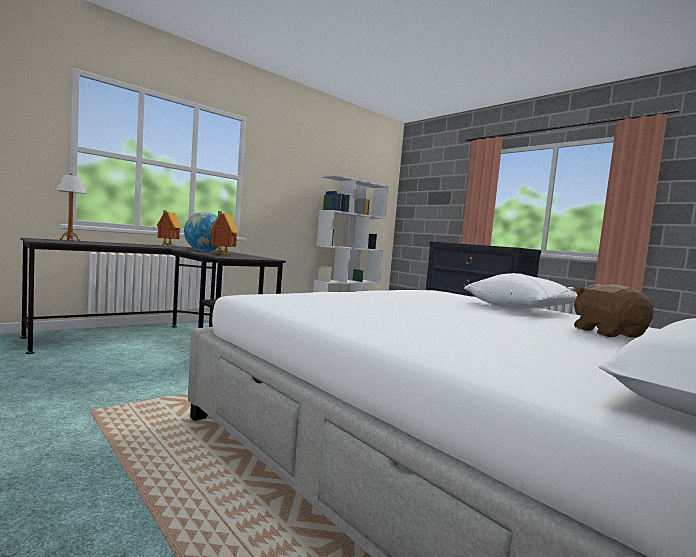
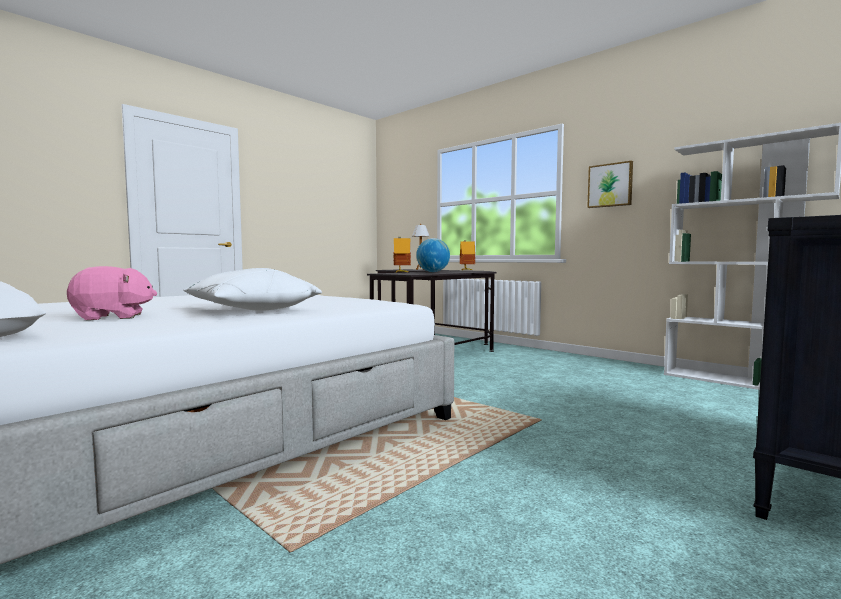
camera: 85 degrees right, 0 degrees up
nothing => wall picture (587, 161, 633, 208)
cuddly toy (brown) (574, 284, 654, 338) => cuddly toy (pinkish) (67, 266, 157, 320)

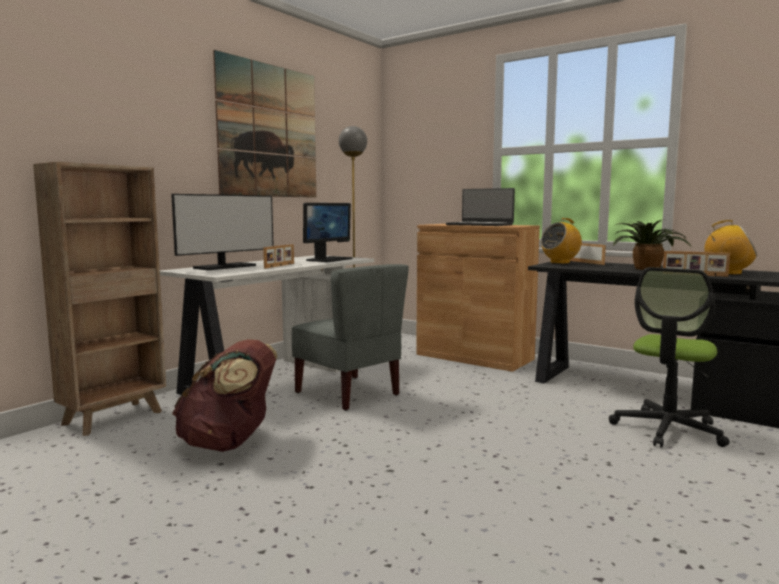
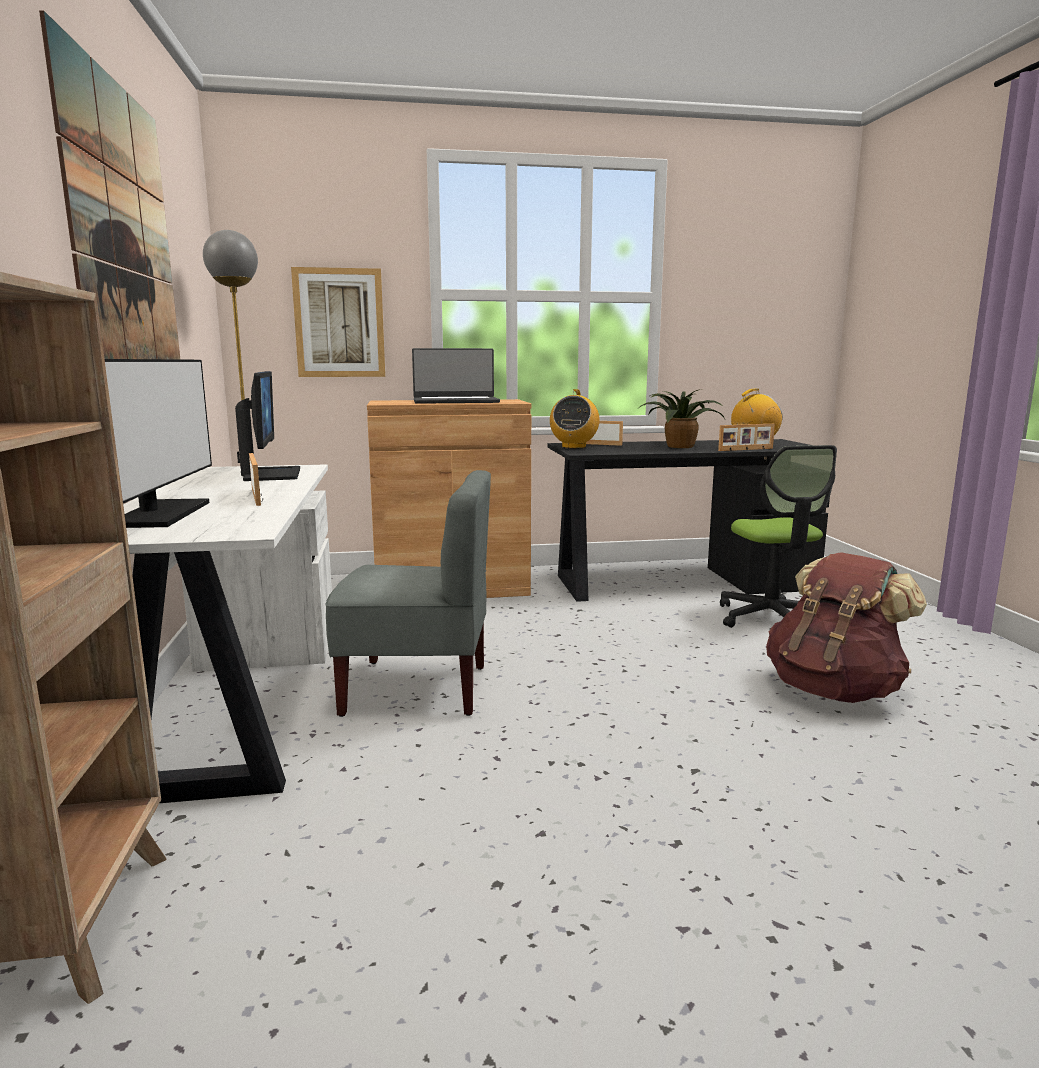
camera: 45 degrees left, 5 degrees up
nothing => wall picture (291, 267, 385, 377)
backpack (brown) (172, 339, 277, 452) => backpack (brown) (766, 552, 927, 703), moved

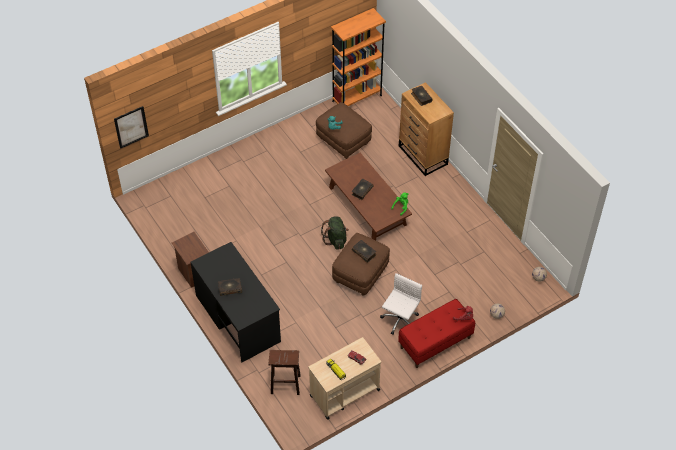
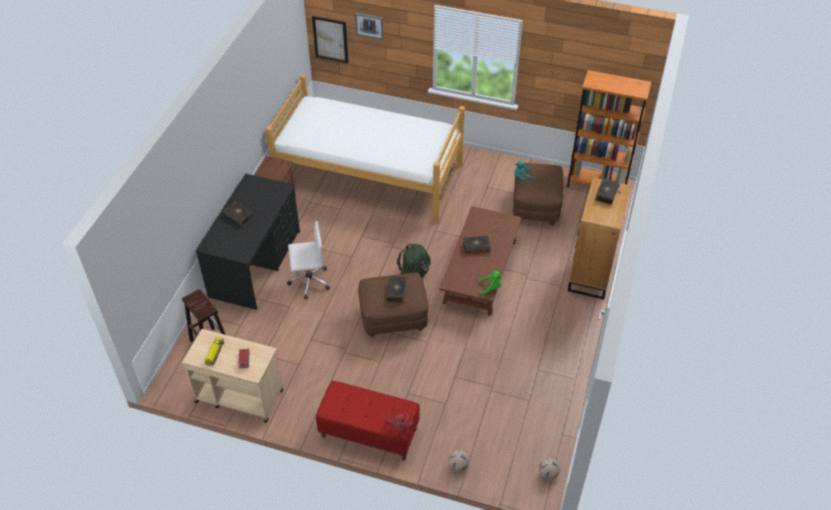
camera: 50 degrees right, 5 degrees down
nothing => sleeping bed (265, 75, 465, 223)
nothing => wall picture (355, 13, 384, 40)
computer chair (whitish) (380, 273, 422, 335) => computer chair (whitish) (287, 220, 330, 299), moved

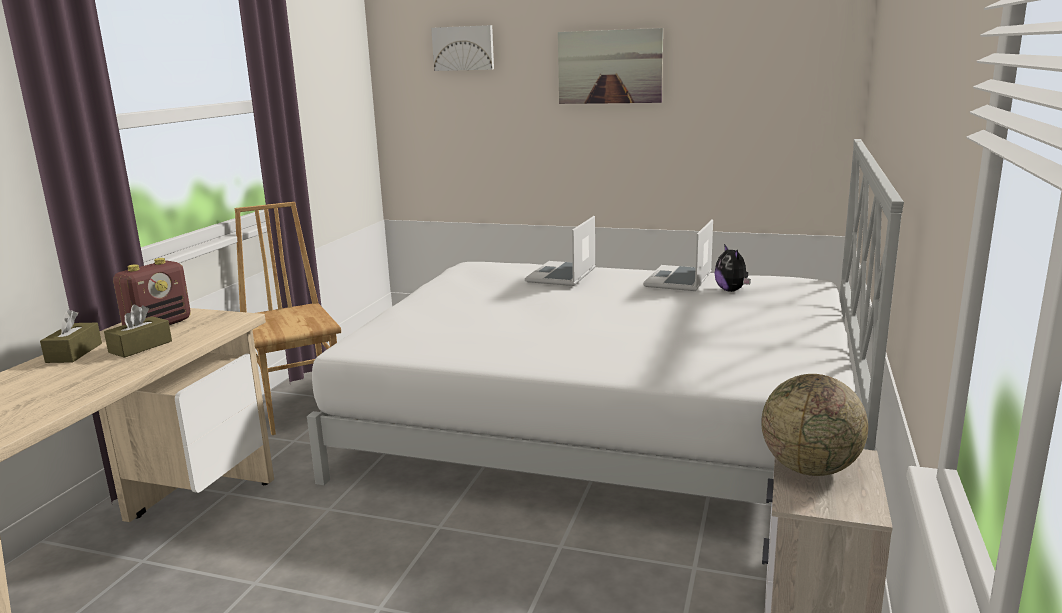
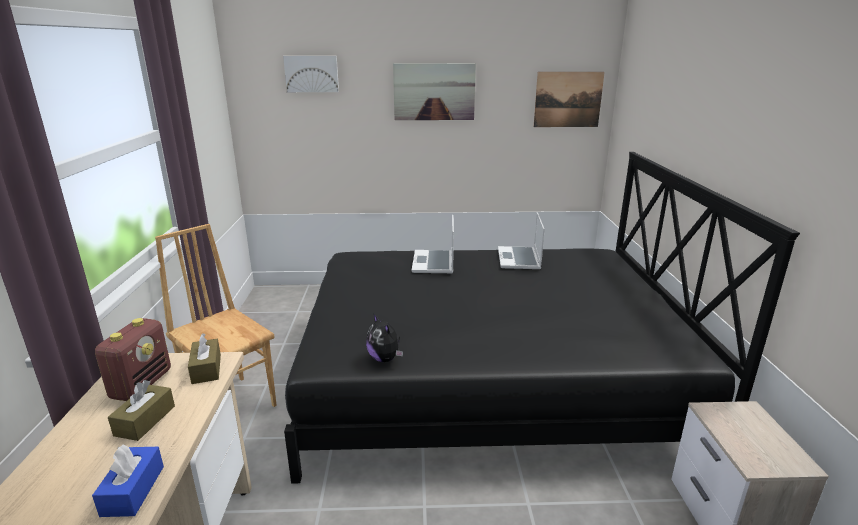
camera: 20 degrees left, 5 degrees up
desk globe (761, 374, 868, 476) => nothing
nothing => box of tissues (blue-coloured) (92, 444, 164, 517)
nothing => wall picture (534, 72, 605, 127)
box of tissues (brown) (40, 310, 102, 363) => box of tissues (brown) (188, 333, 221, 384), moved
cuddly toy (714, 244, 751, 292) => cuddly toy (366, 314, 403, 362), moved
sleeping bed (whitish) (307, 139, 904, 505) => sleeping bed (blackish) (284, 152, 800, 484)

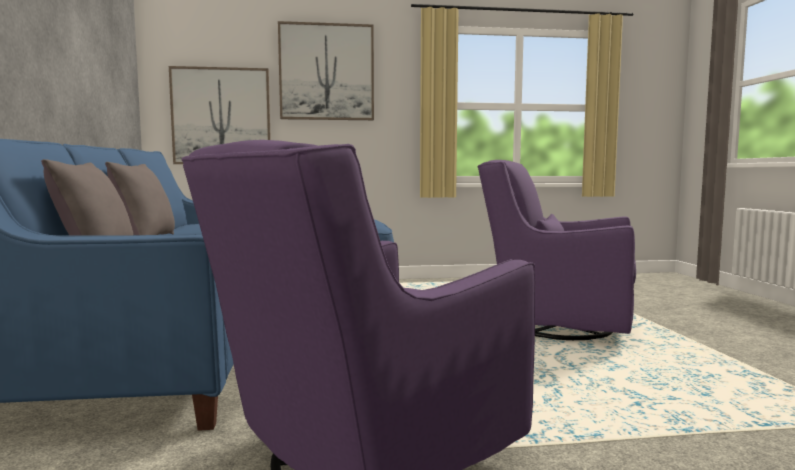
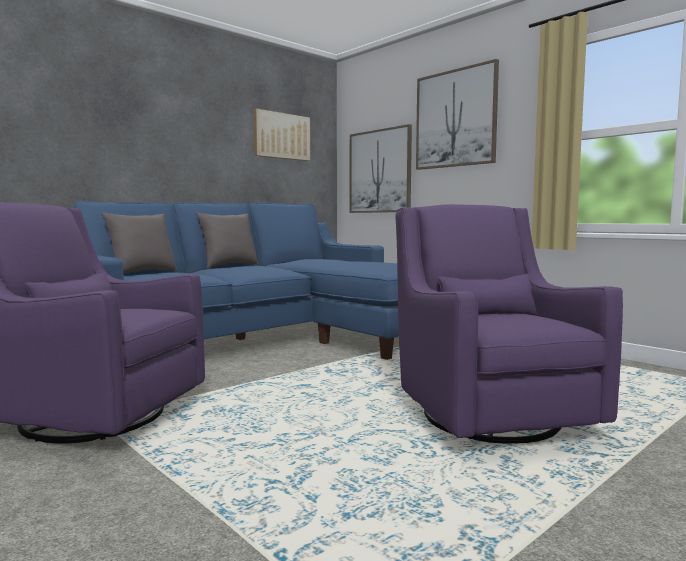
camera: 55 degrees right, 0 degrees up
nothing => wall picture (254, 109, 310, 161)

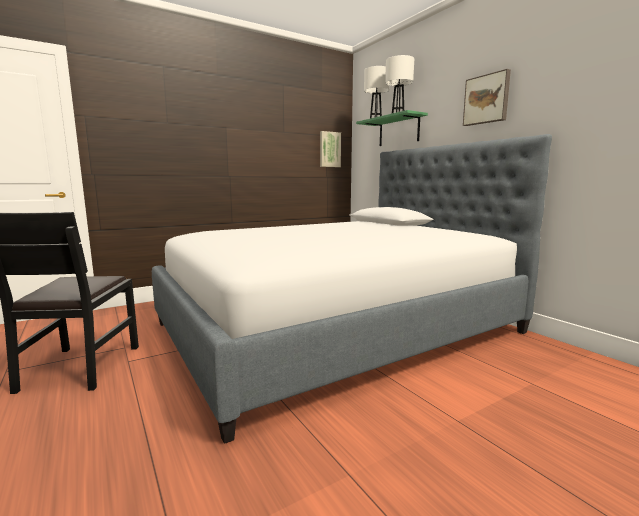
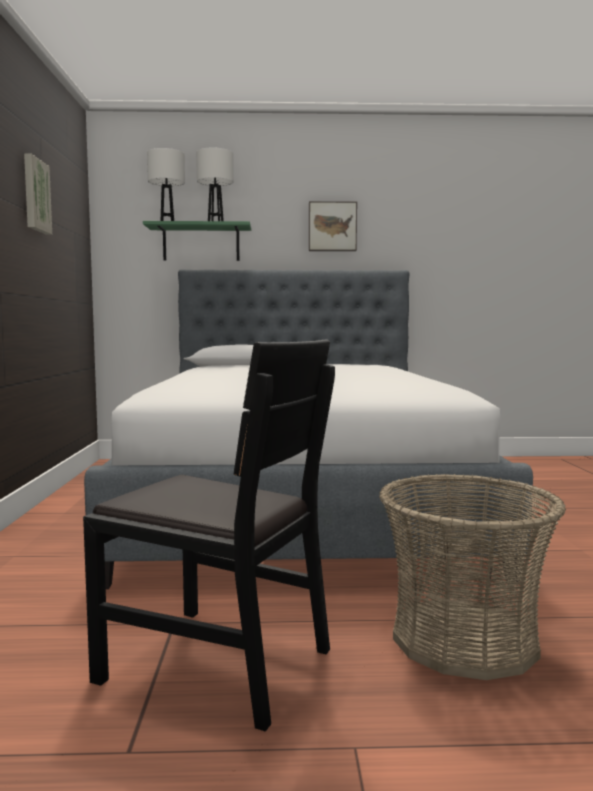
camera: 60 degrees left, 5 degrees down
nothing => basket (379, 474, 566, 680)
wall picture (320, 131, 341, 167) => wall picture (24, 153, 52, 234), moved

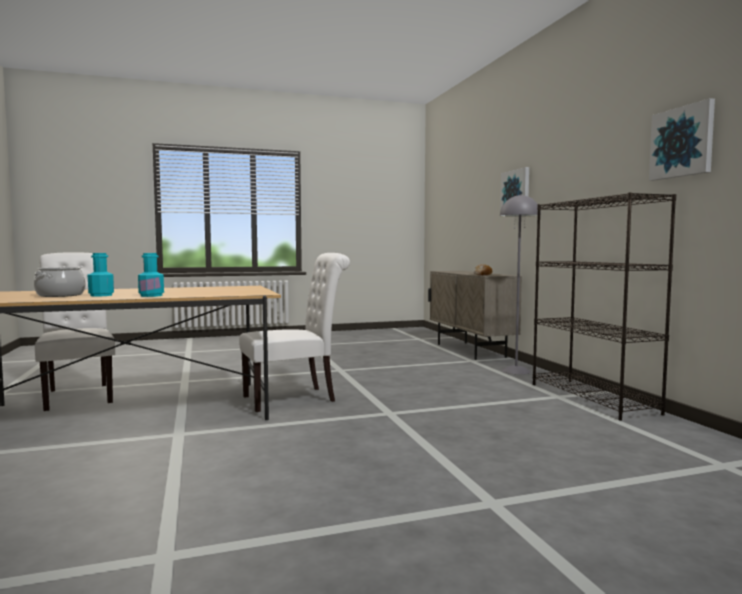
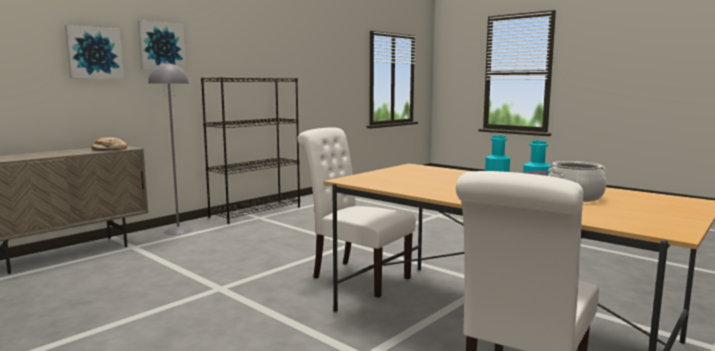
camera: 120 degrees left, 5 degrees up
wall picture (649, 98, 715, 181) => wall picture (138, 20, 186, 70), moved

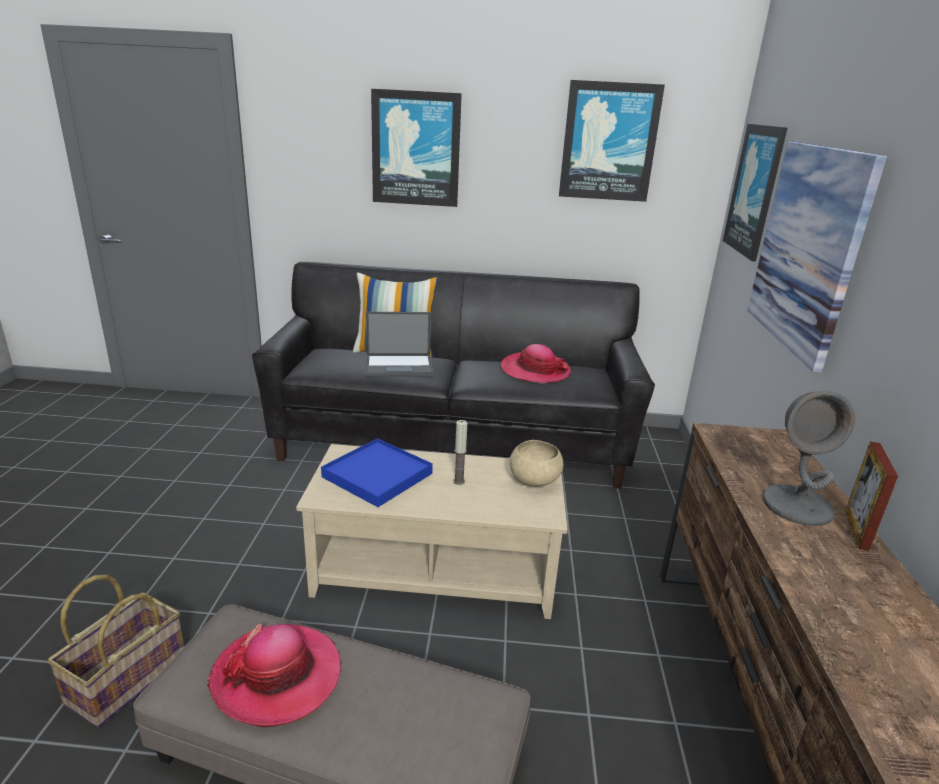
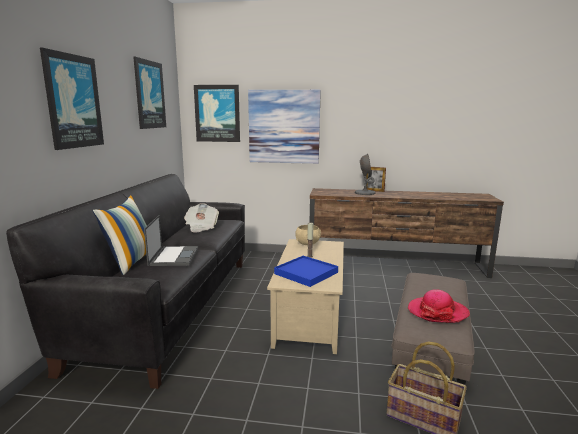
camera: 85 degrees left, 10 degrees down
hat (500, 344, 571, 383) => printed paper (184, 203, 219, 233)

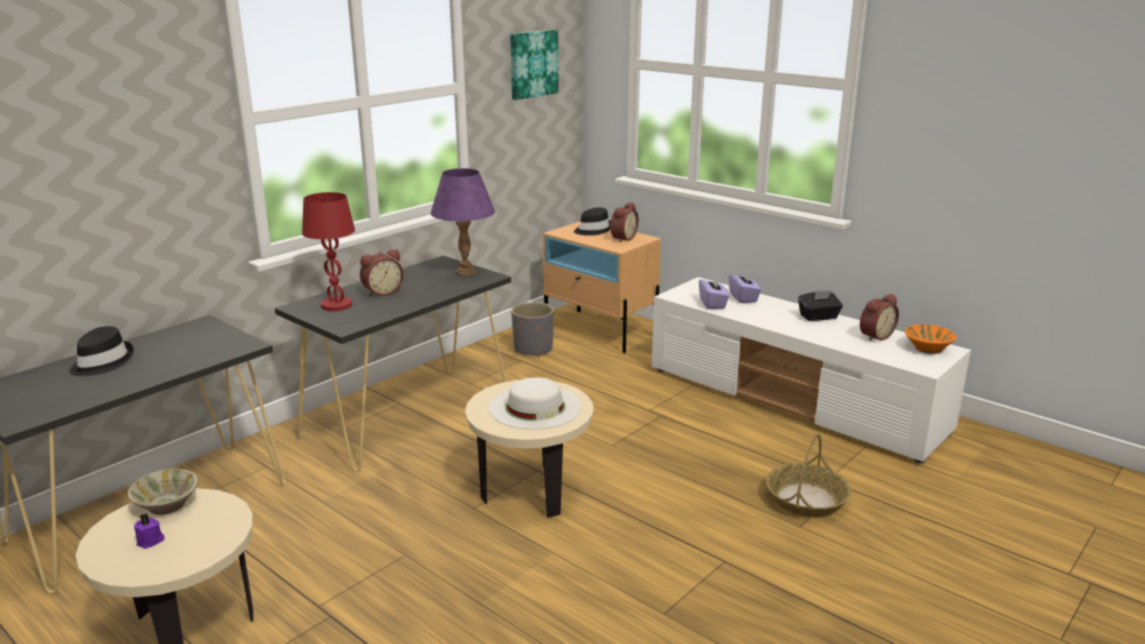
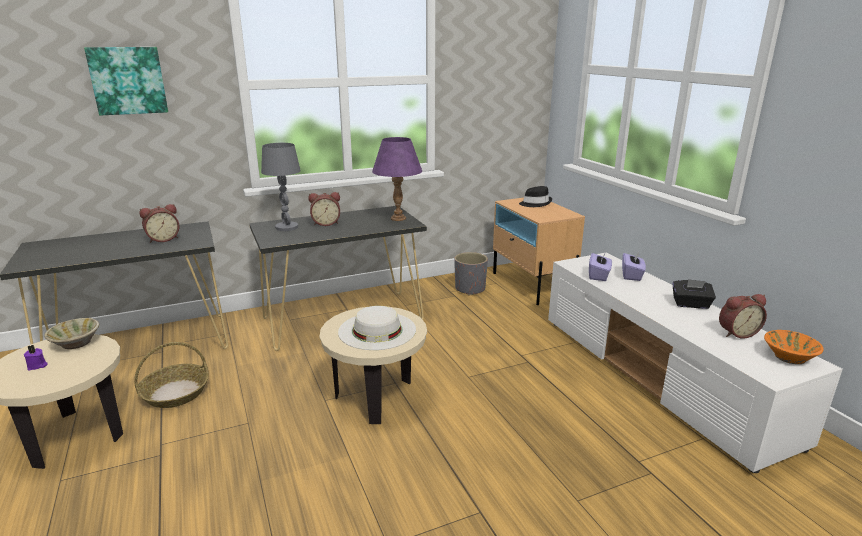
camera: 25 degrees right, 0 degrees up
hat (blackish) (69, 326, 134, 376) => nothing
wall picture (510, 30, 559, 100) => wall picture (84, 47, 168, 116), moved
bedside clock (611, 202, 639, 243) => bedside clock (139, 204, 179, 243), moved
basket (766, 433, 851, 517) => basket (134, 342, 209, 408), moved
tabletop lamp (red-coloured) (302, 192, 355, 311) => tabletop lamp (greyish) (261, 143, 301, 231)

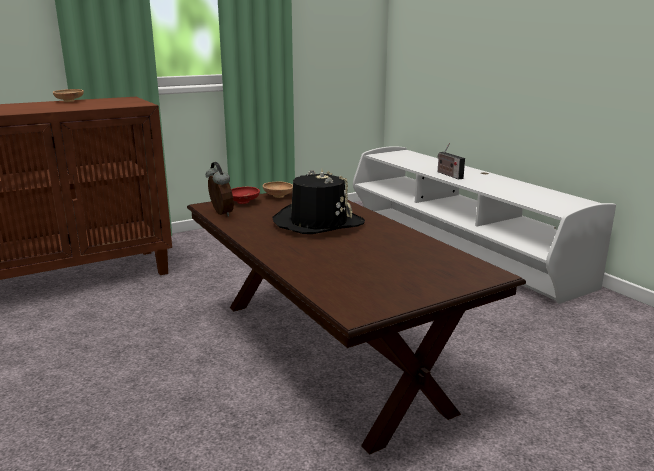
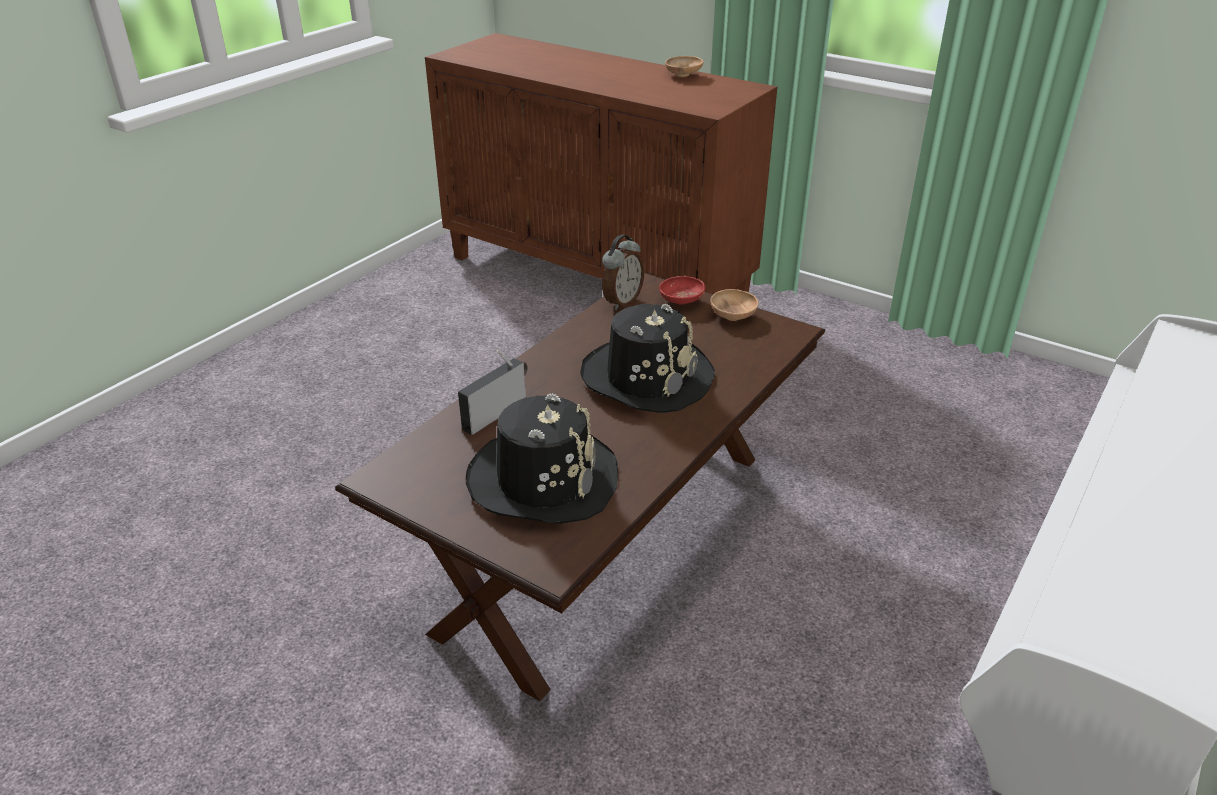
camera: 65 degrees right, 15 degrees up
nothing => hat (blackish) (466, 393, 618, 524)
radio set (438, 143, 465, 180) => radio set (458, 350, 528, 435), moved

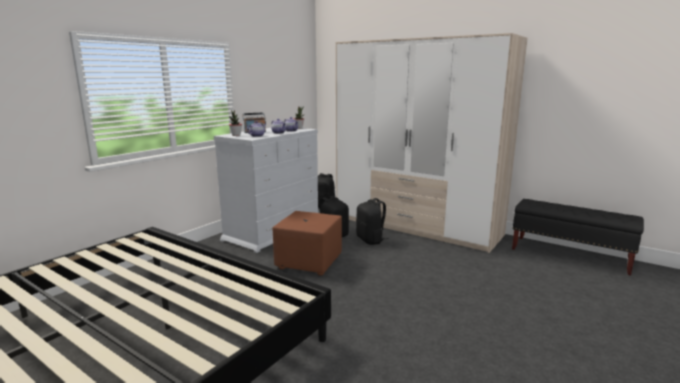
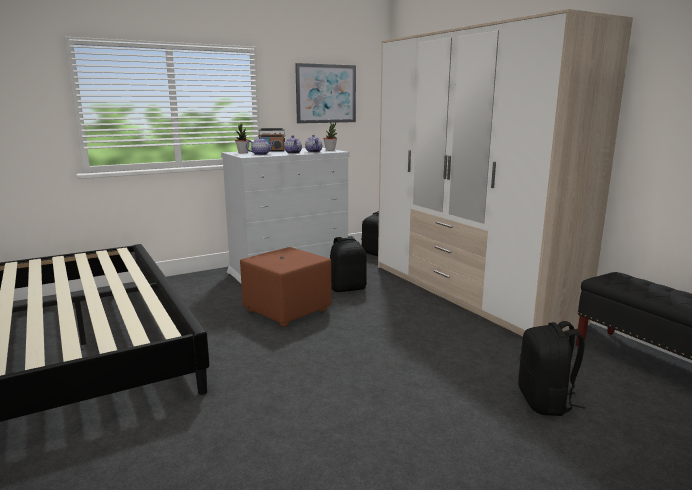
camera: 25 degrees right, 0 degrees up
nothing => wall picture (295, 63, 356, 124)
backpack (blackish) (356, 198, 389, 245) => backpack (blackish) (518, 321, 586, 416), moved

